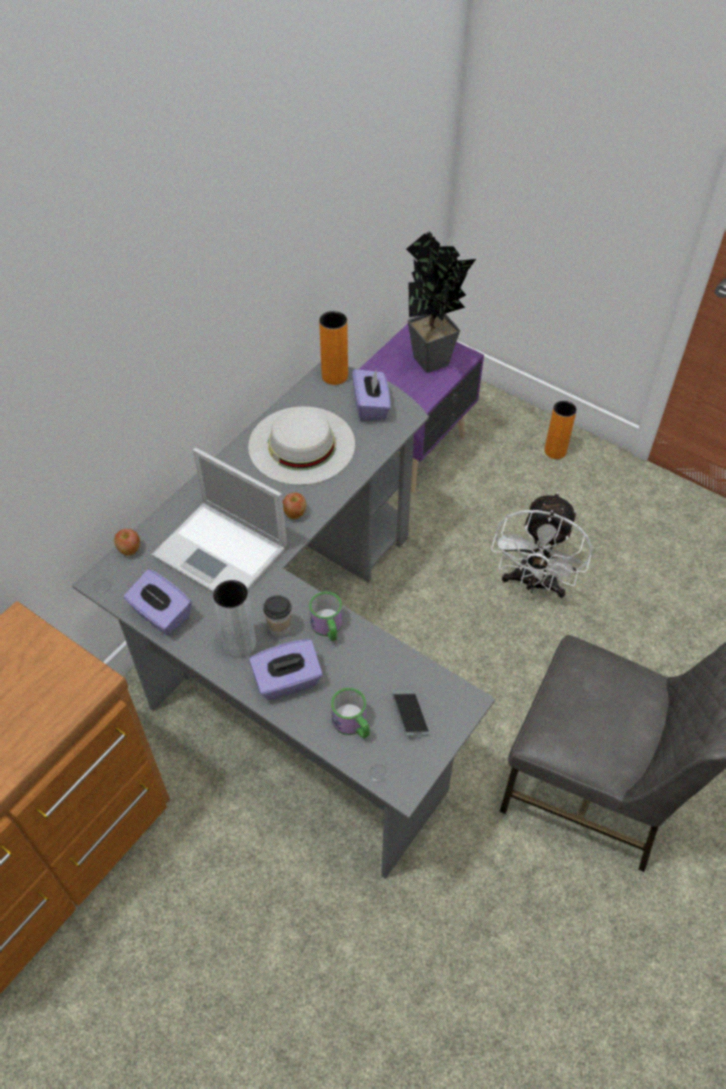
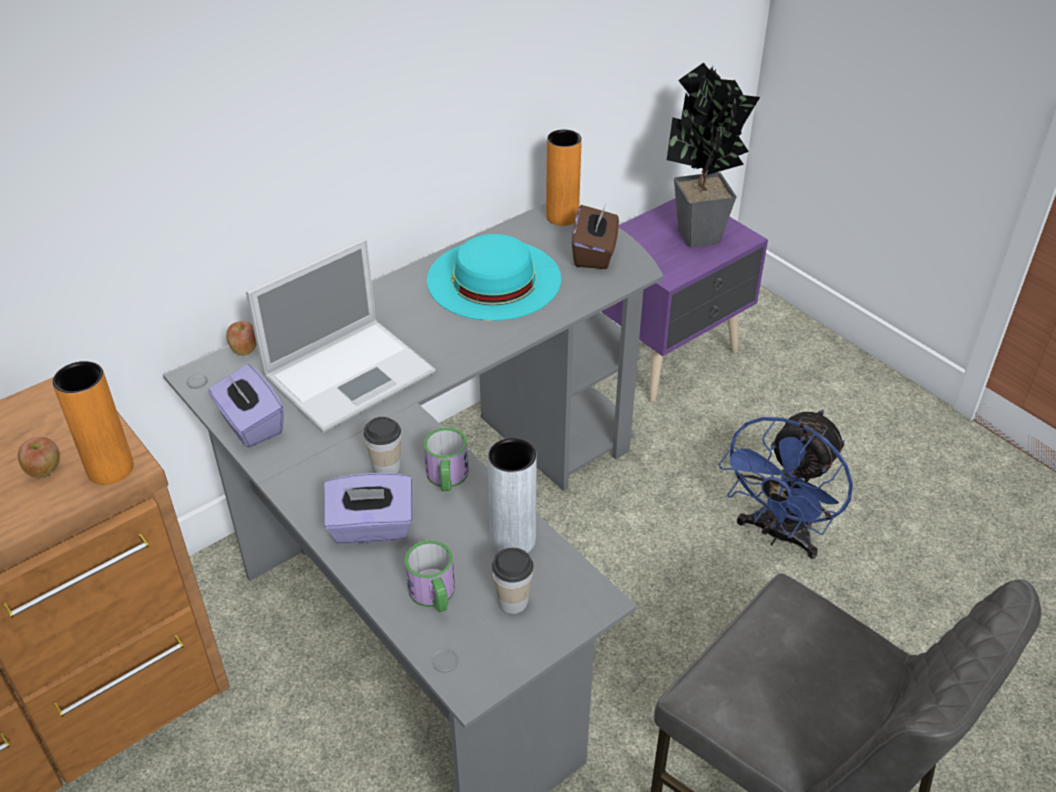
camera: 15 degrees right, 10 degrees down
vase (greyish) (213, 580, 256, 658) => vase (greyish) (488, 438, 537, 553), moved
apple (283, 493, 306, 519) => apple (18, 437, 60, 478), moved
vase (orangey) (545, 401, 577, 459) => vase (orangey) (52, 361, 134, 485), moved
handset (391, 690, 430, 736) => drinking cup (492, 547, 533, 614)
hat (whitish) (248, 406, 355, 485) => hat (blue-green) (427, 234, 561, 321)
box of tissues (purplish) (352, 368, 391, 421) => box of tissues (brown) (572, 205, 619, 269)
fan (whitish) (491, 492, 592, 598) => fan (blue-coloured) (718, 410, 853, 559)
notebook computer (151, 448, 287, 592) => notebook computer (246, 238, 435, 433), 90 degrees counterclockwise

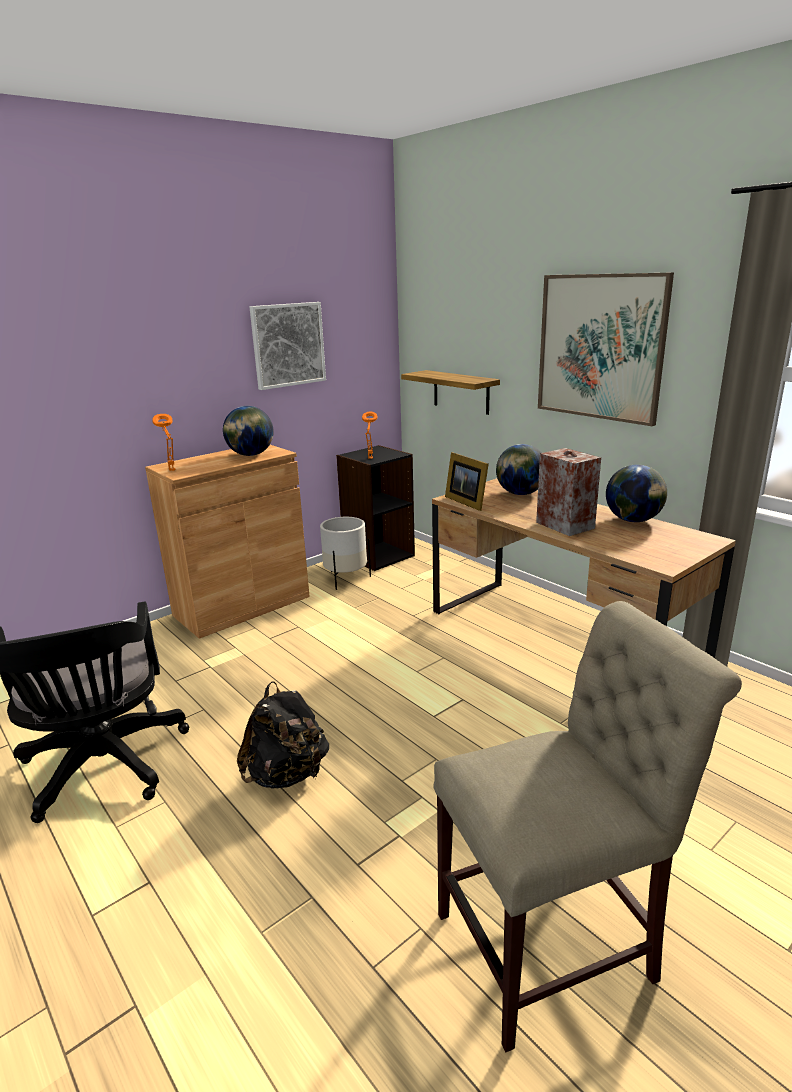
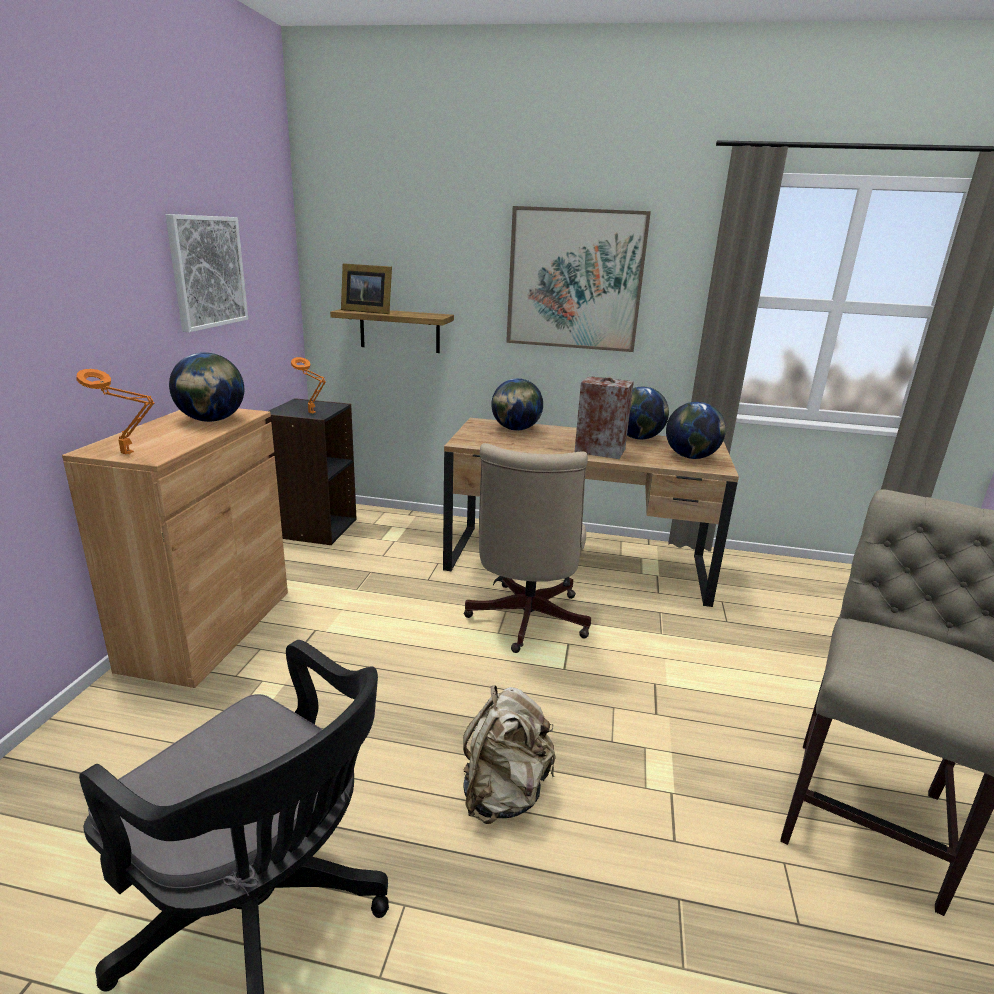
camera: 40 degrees left, 0 degrees up
flower pot (whitish) (320, 517, 371, 590) => nothing
nothing => computer chair (sand-coloured) (464, 443, 591, 653)
nothing => desk globe (666, 402, 726, 459)
photo frame (445, 452, 489, 511) => photo frame (341, 263, 392, 314), moved
backpack (blackish) (237, 681, 329, 789) => backpack (sand-coloured) (463, 685, 556, 824)

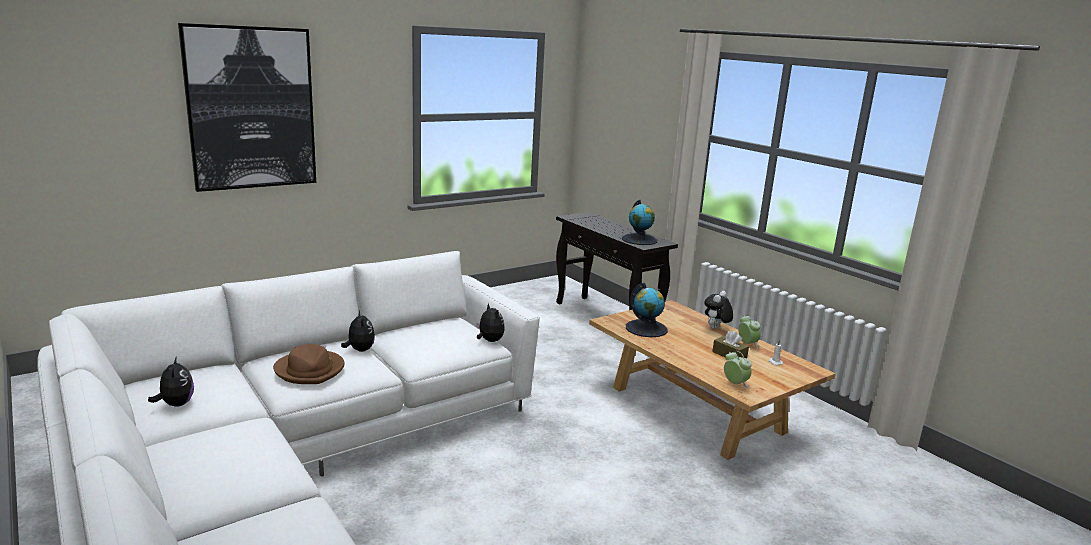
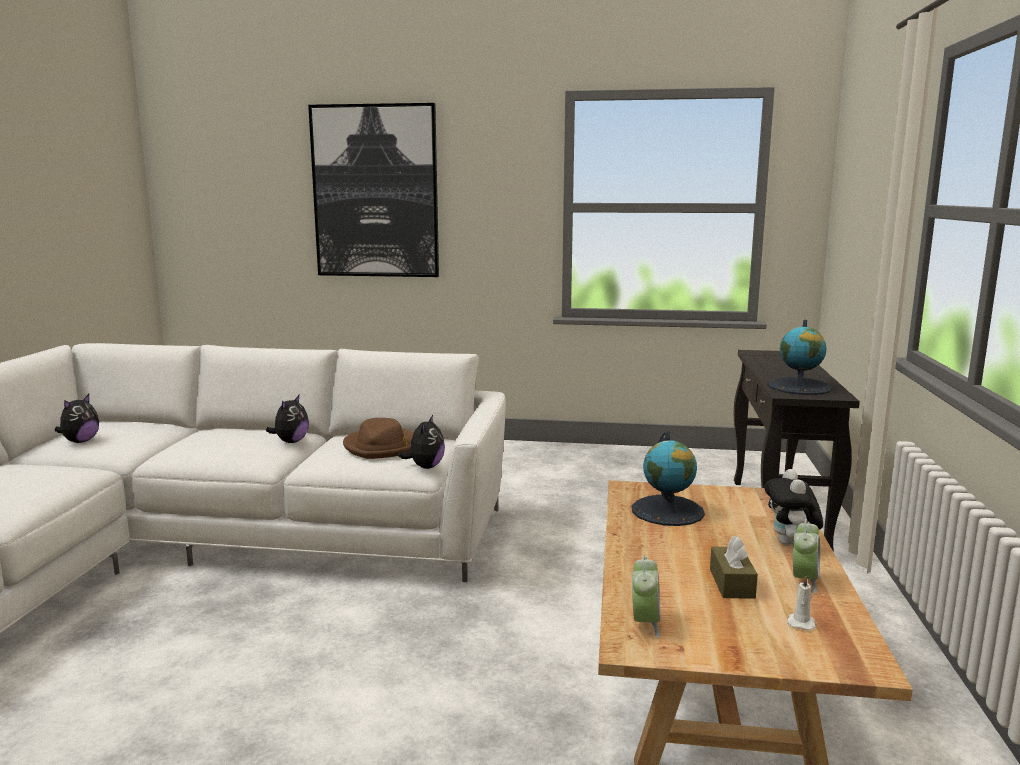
camera: 45 degrees right, 5 degrees down
hat (brown) (273, 344, 344, 384) => hat (brown) (343, 418, 414, 459), moved
cuddly toy (704, 291, 733, 329) => cuddly toy (765, 469, 823, 546), 75 degrees counterclockwise

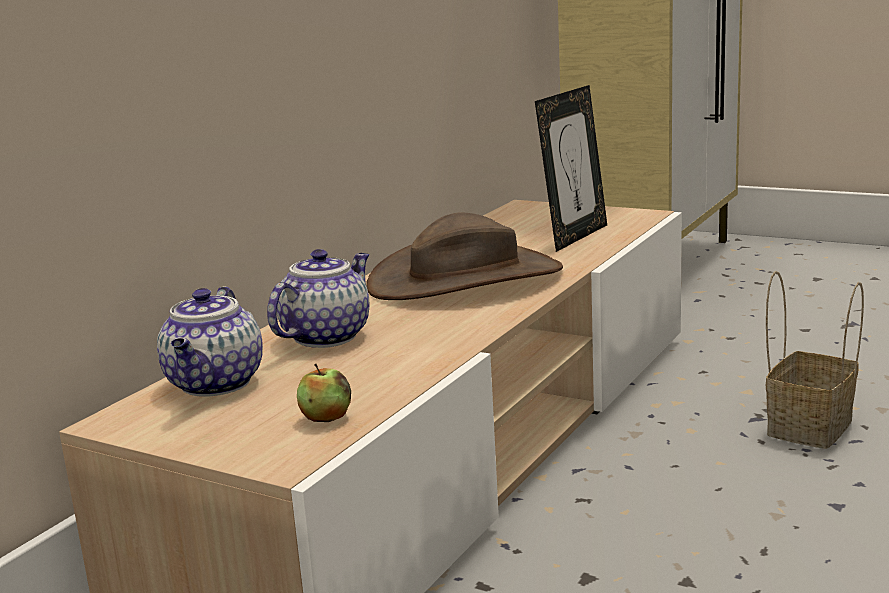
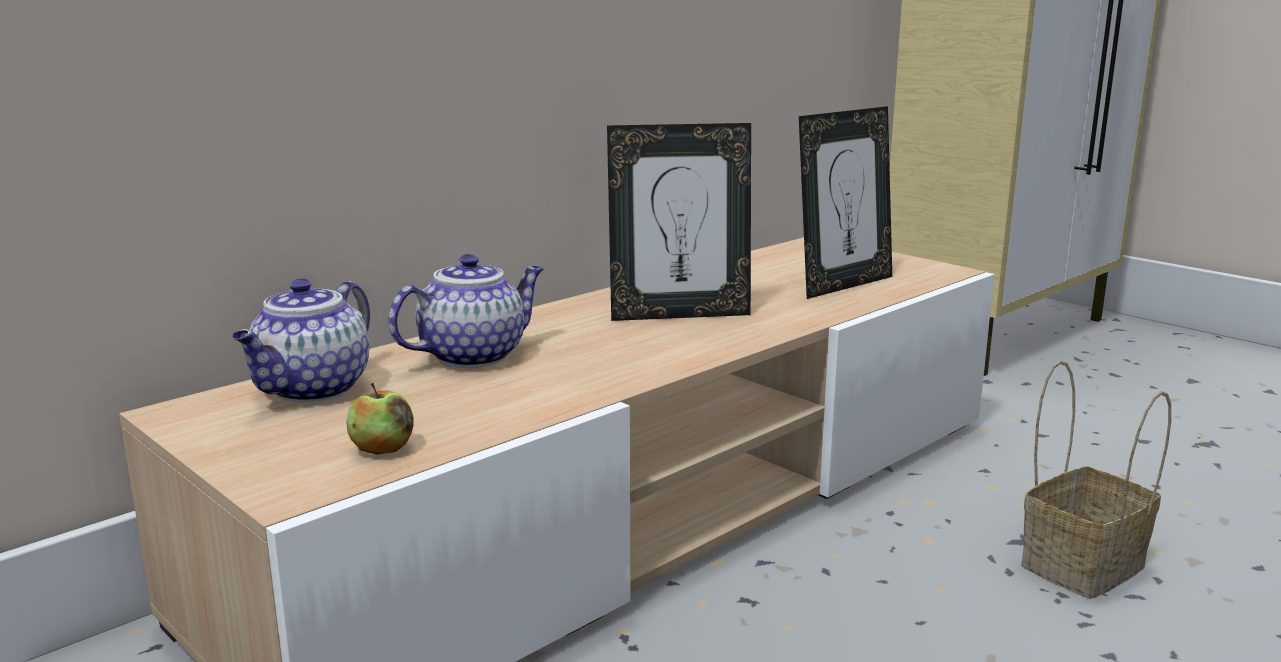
camera: 15 degrees right, 0 degrees up
hat (brown) (366, 213, 563, 300) => photo frame (607, 123, 751, 321)

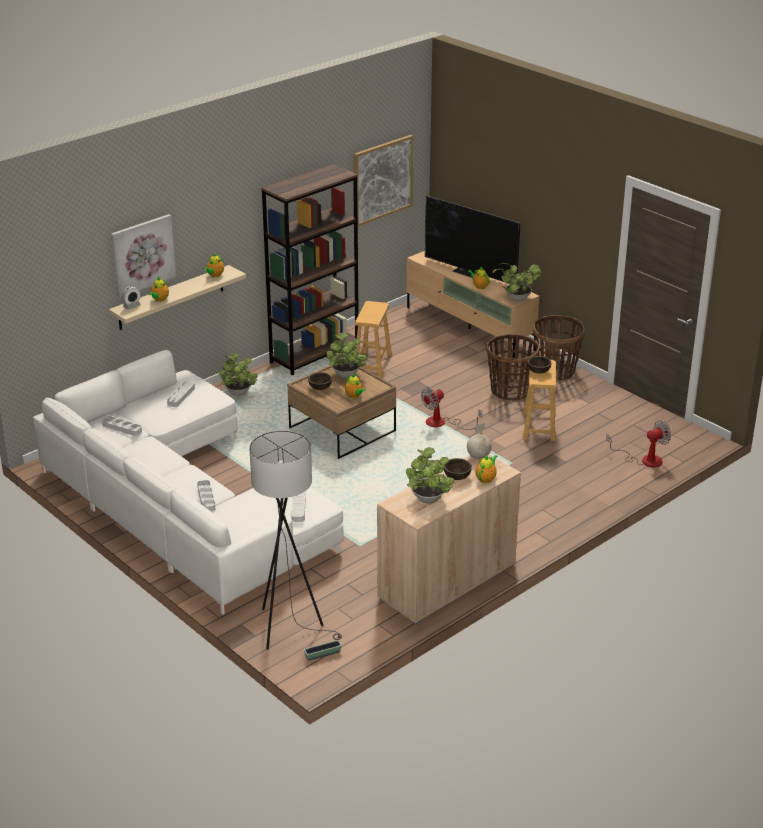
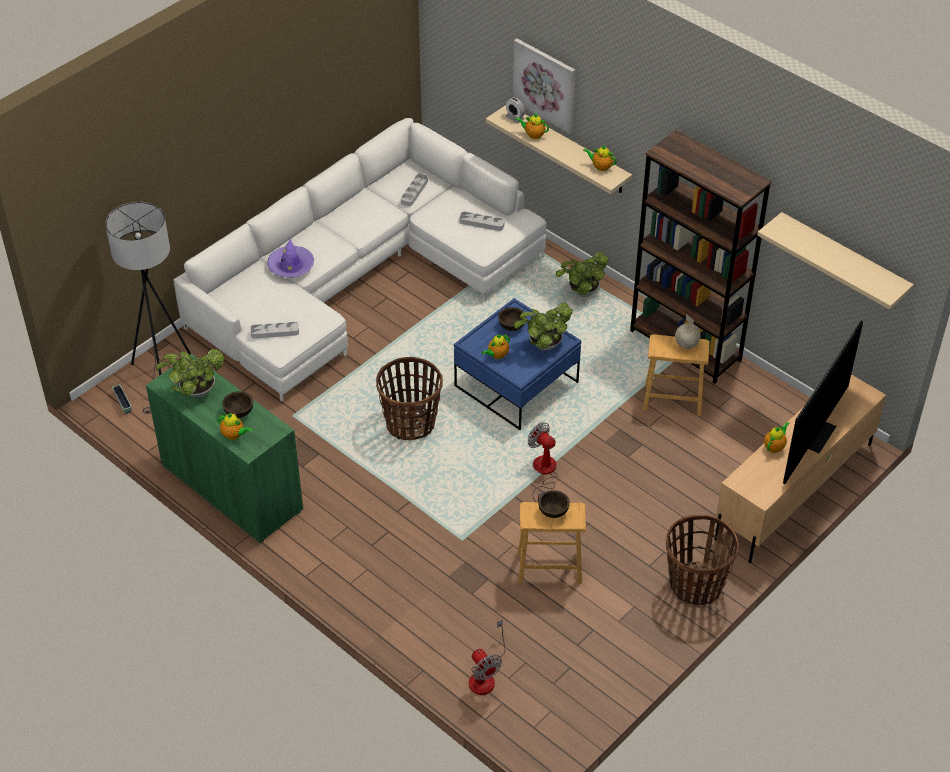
camera: 85 degrees right, 15 degrees up
potted plant (492, 263, 541, 301) => nothing
desk globe (467, 423, 492, 459) => desk globe (675, 314, 701, 349), moved
basket (486, 334, 539, 401) => basket (376, 357, 443, 440), moved
serving tray (greyish) (197, 480, 215, 511) => hat (purplish) (267, 239, 314, 278)
wall picture (354, 135, 413, 226) => shelf (sand-coloured) (757, 212, 914, 310)
lounge table (brown) (287, 365, 396, 459) => lounge table (blue-coloured) (454, 298, 581, 430)
cabinet (sand-coloured) (377, 454, 521, 625) => cabinet (green) (146, 354, 303, 544)

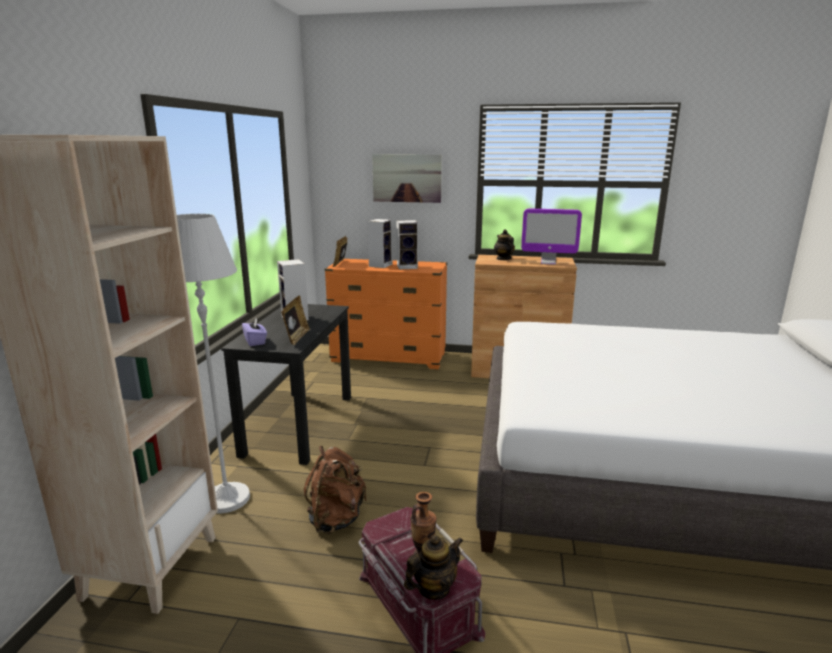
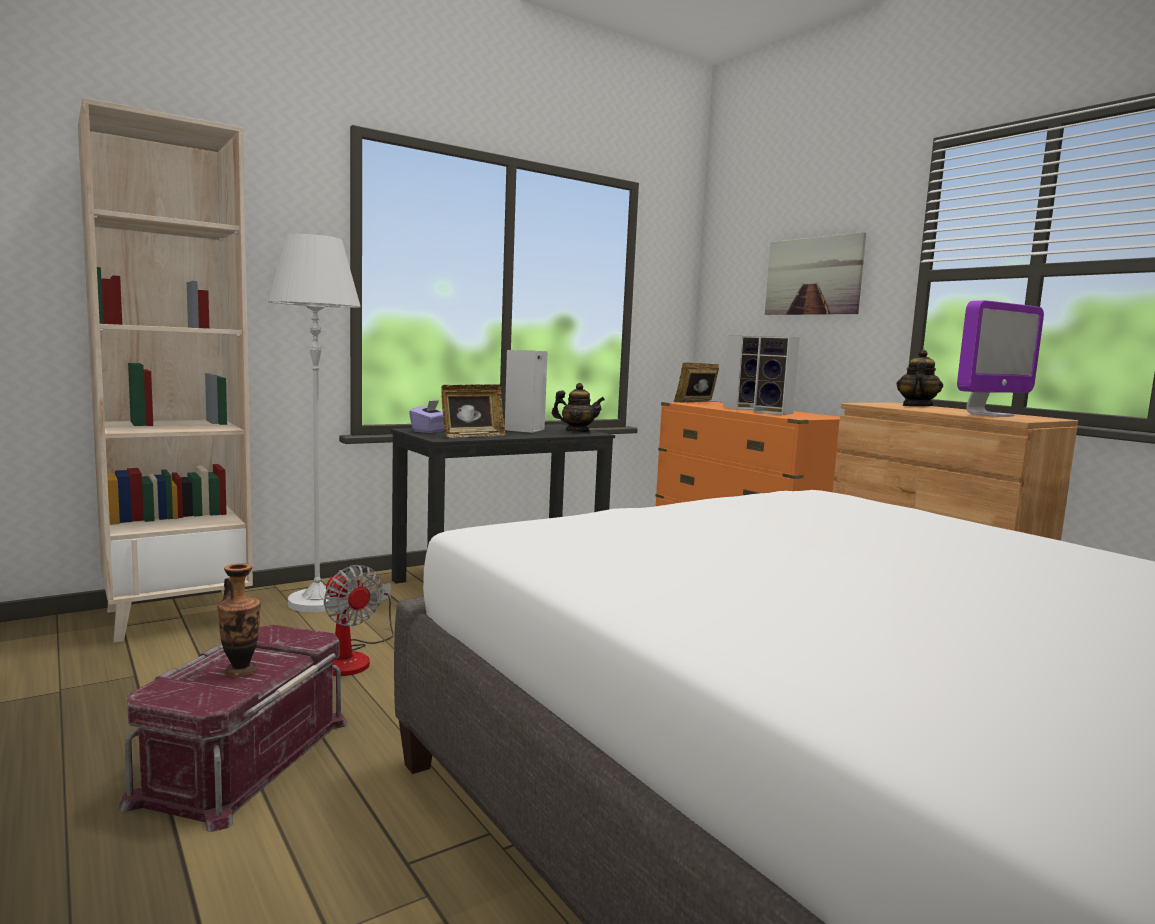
camera: 45 degrees right, 10 degrees down
teapot (404, 535, 463, 600) => teapot (552, 383, 605, 432), moved
backpack (brown) (304, 446, 367, 534) => fan (324, 565, 394, 676)
monitor (521, 209, 582, 265) => monitor (957, 300, 1044, 417), 90 degrees counterclockwise

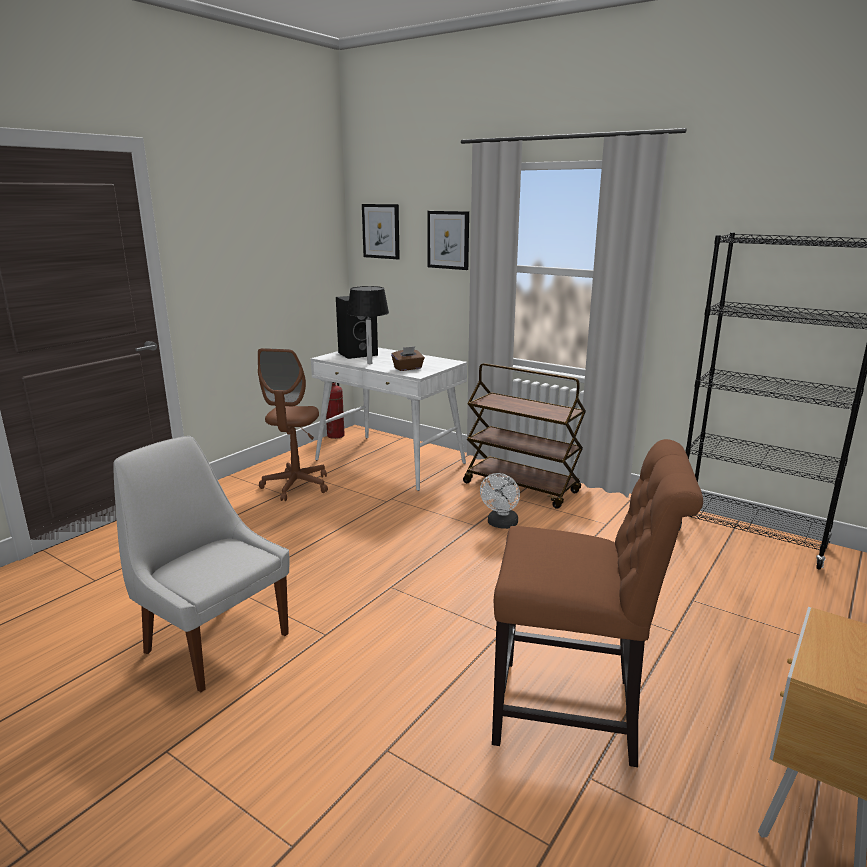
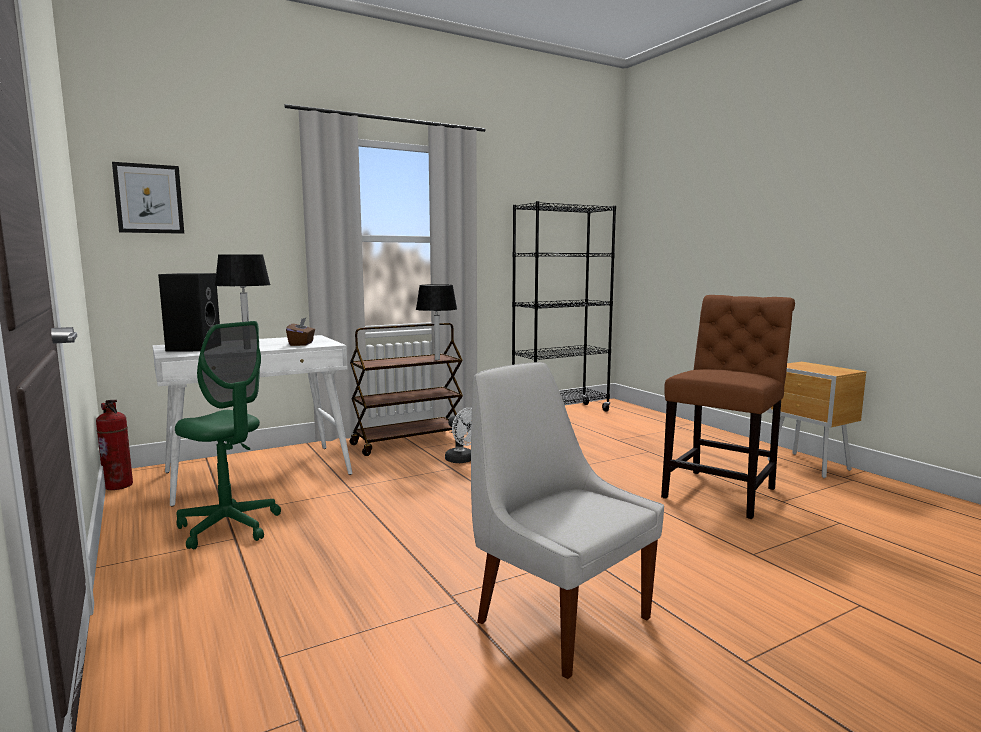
camera: 65 degrees left, 10 degrees down
wall picture (427, 211, 469, 270) => nothing
nothing => tabletop lamp (blackish) (416, 284, 457, 360)
computer chair (brown) (258, 348, 328, 501) => computer chair (green) (175, 321, 281, 549)
upright chair (whitish) (113, 436, 289, 692) => upright chair (whitish) (471, 362, 664, 679), 75 degrees clockwise

